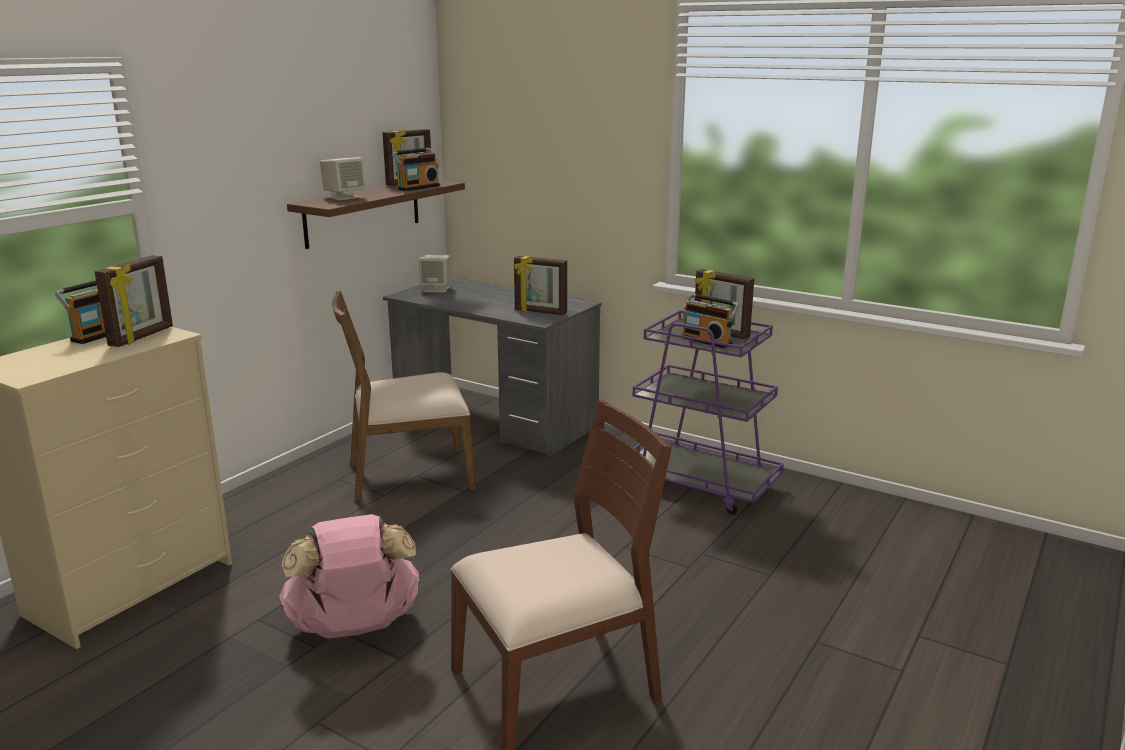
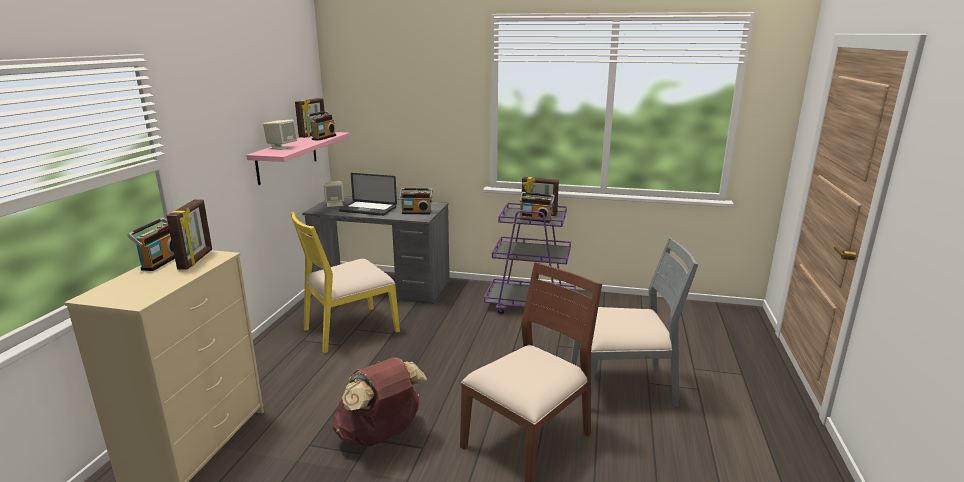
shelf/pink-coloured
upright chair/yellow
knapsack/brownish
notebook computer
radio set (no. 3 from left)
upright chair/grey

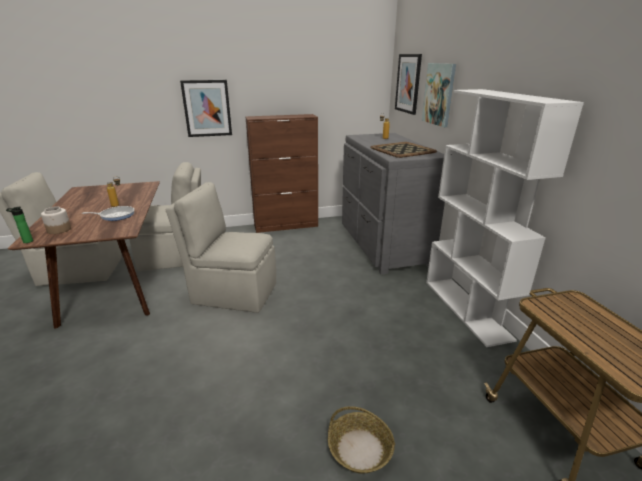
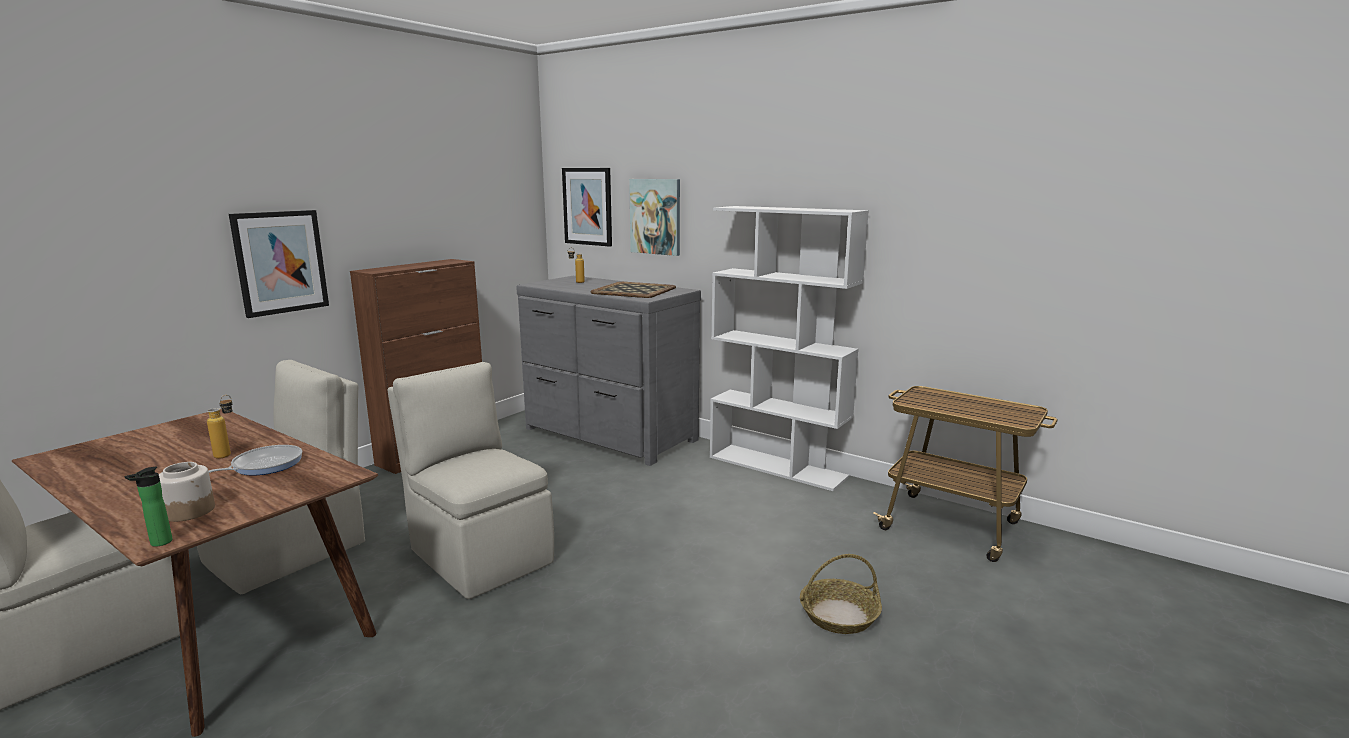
upright chair/beige (no. 3 from left)

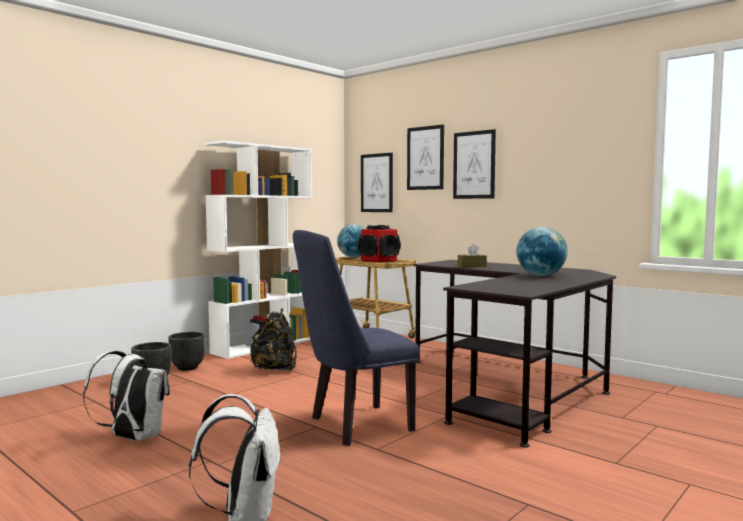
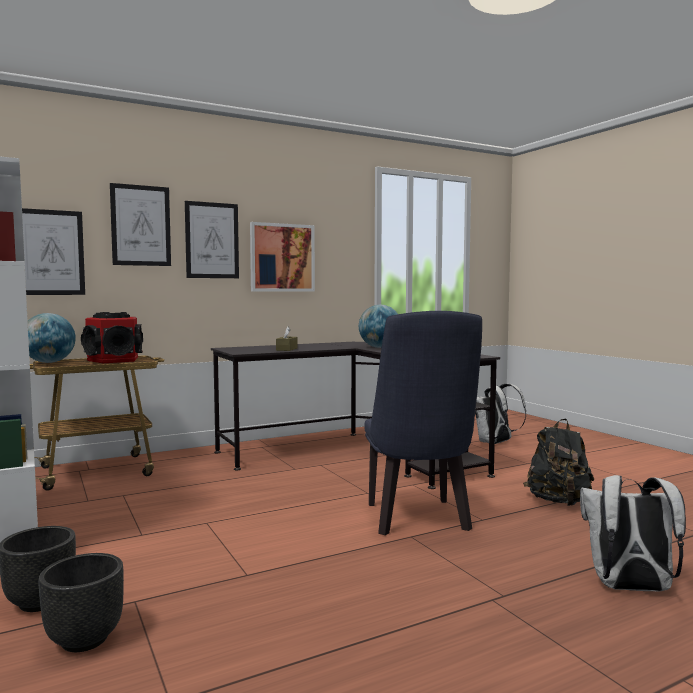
wall picture (no. 4 from left)
knapsack/white (no. 1 from left)
knapsack/black

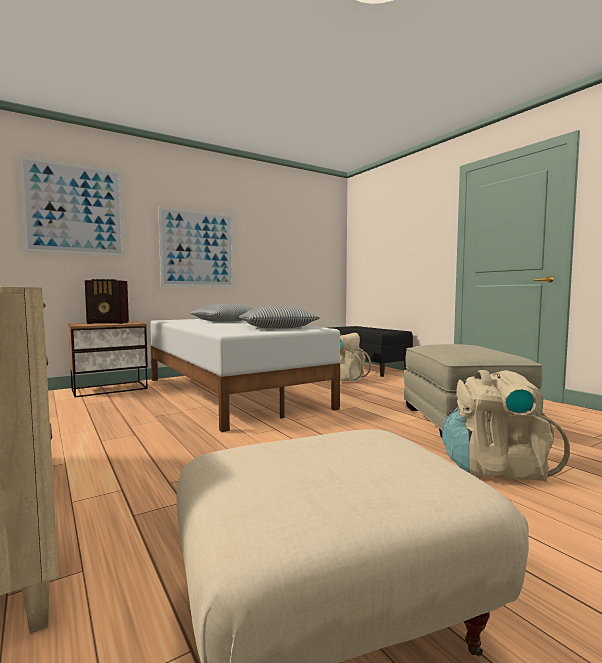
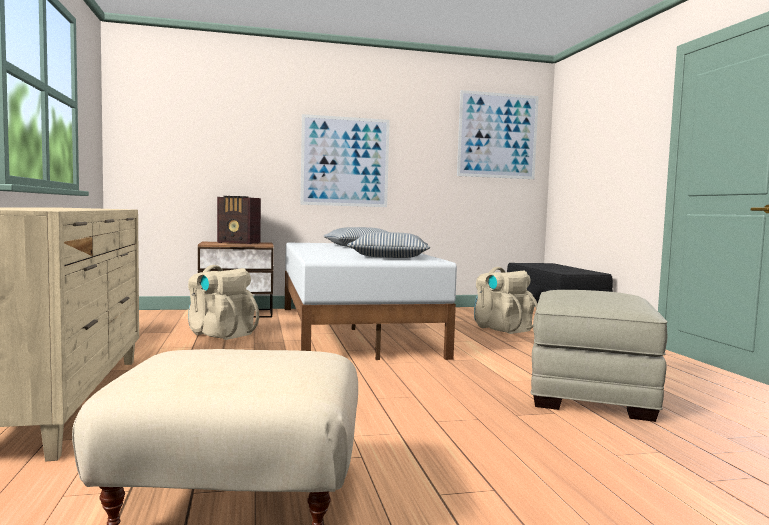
knapsack/beige (no. 1 from left)
wall picture (no. 2 from left)

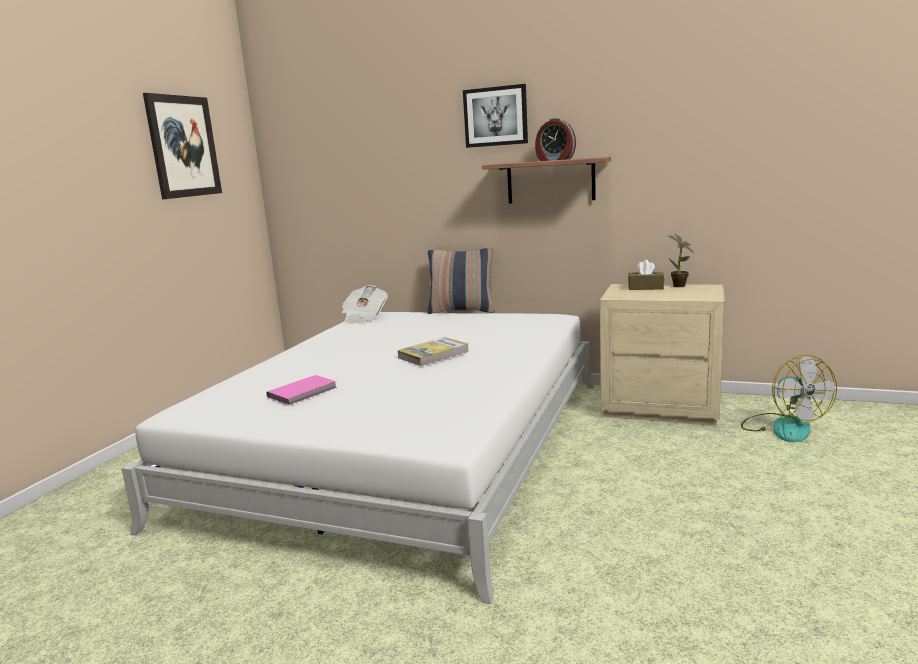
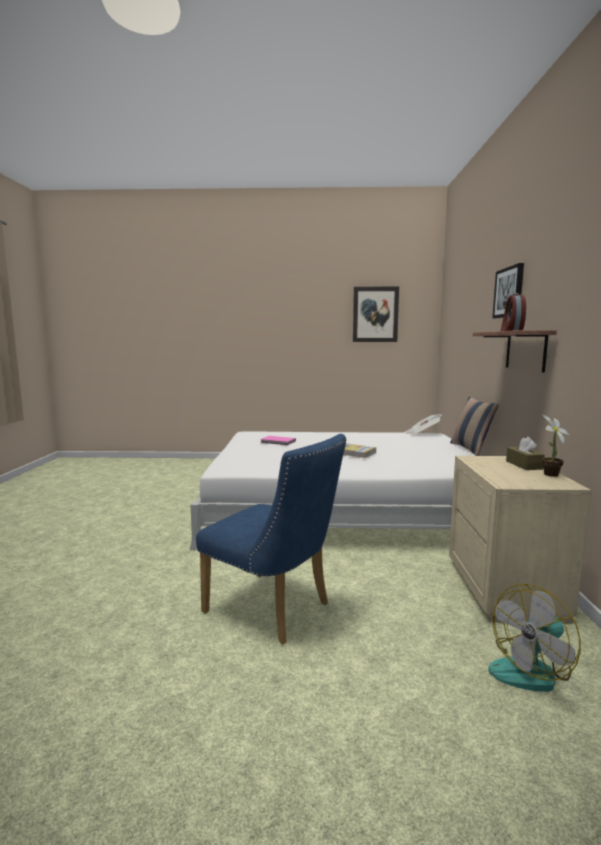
upright chair/bluish

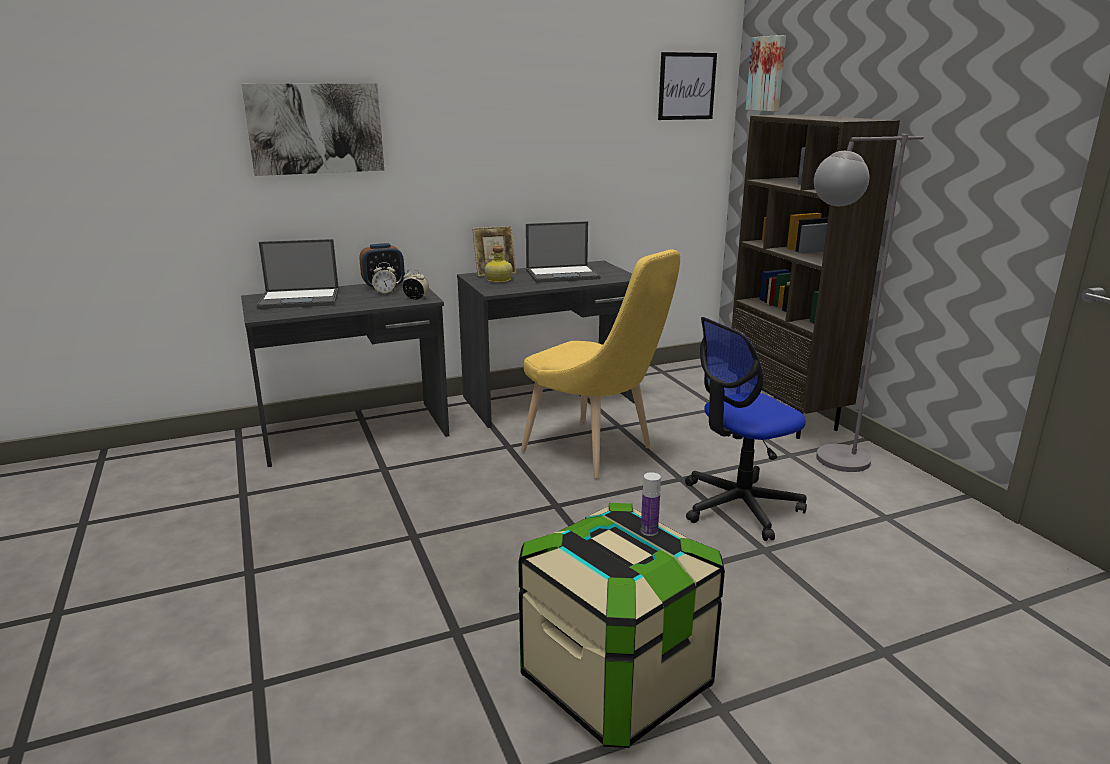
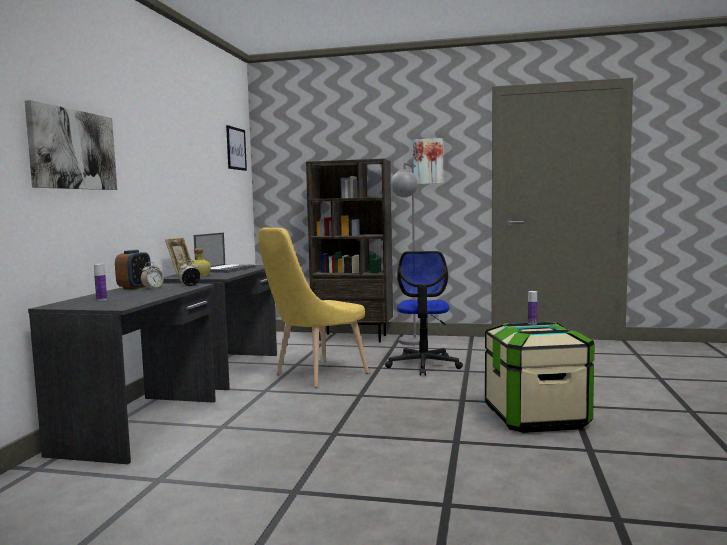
beverage bottle (no. 1 from left)
upright chair/yellow
wall picture (no. 3 from left)

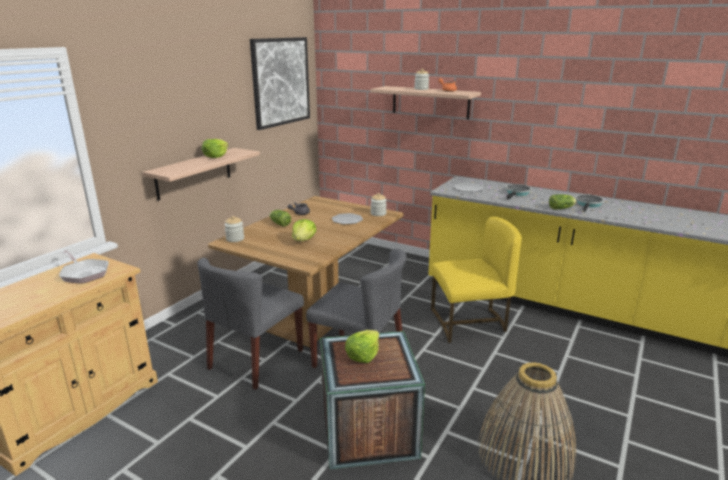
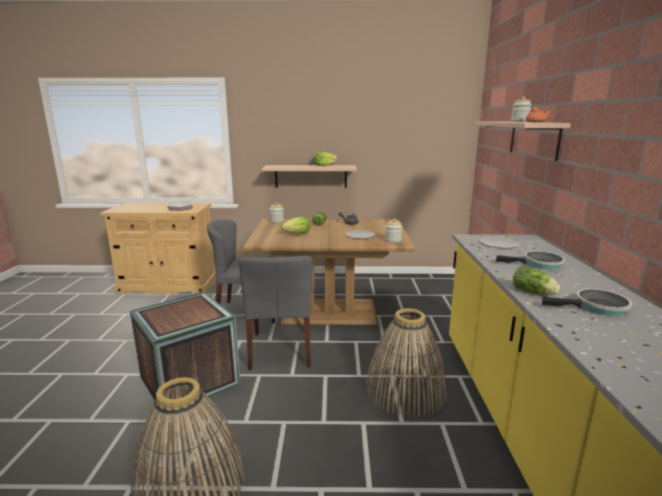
storage basket (no. 2 from left)
wall picture
head of lettuce (no. 4 from left in the first image)

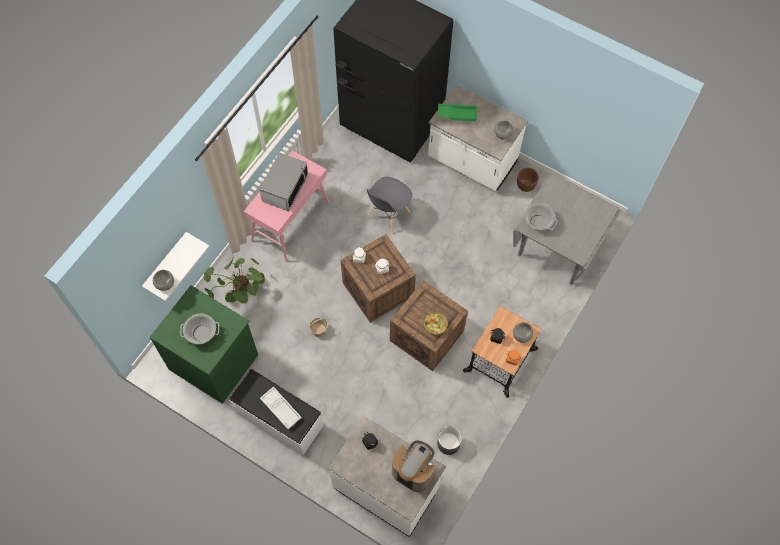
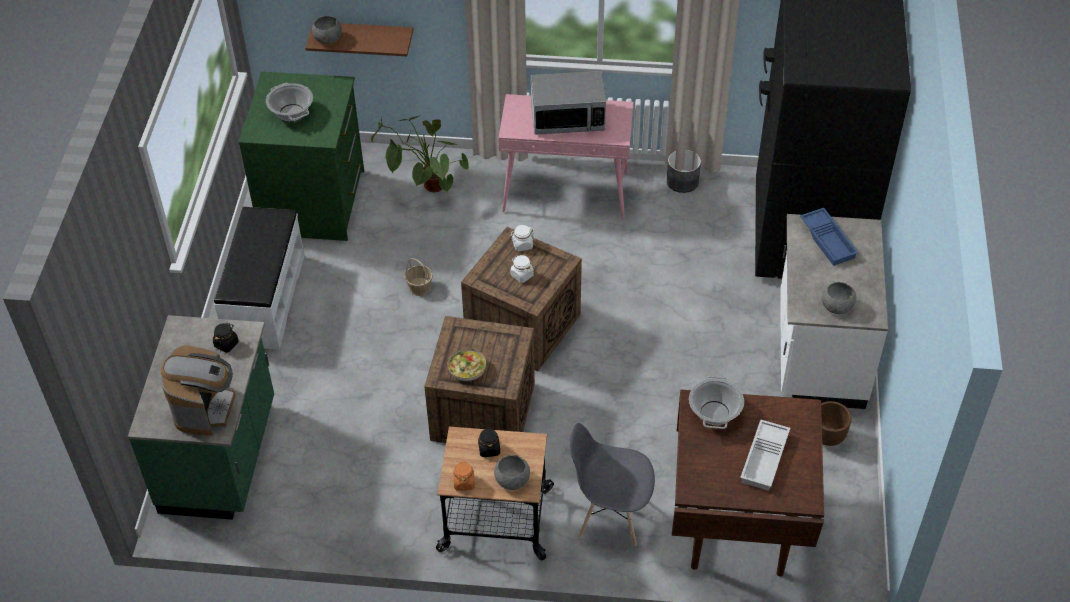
counter/green
shelf/brownish
upright chair/grey
plant pot/grey
kitchen table/brownish
serving tray/white
serving tray/bluish

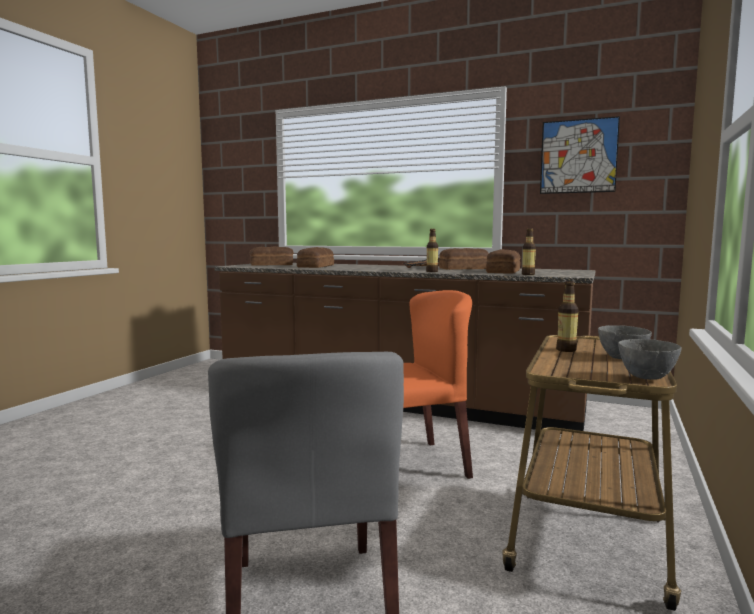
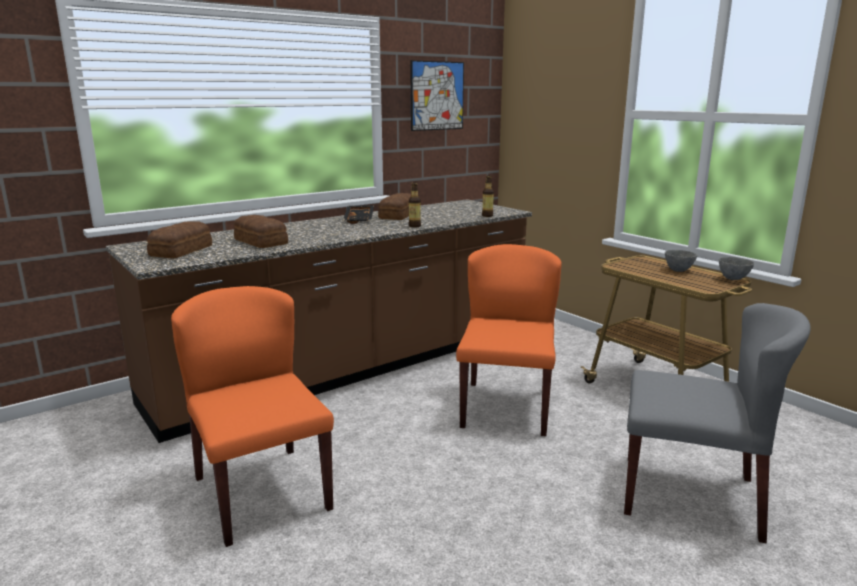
upright chair/orangey (no. 1 from left)
bread (no. 4 from left in the first image)
beverage bottle (no. 3 from left in the first image)

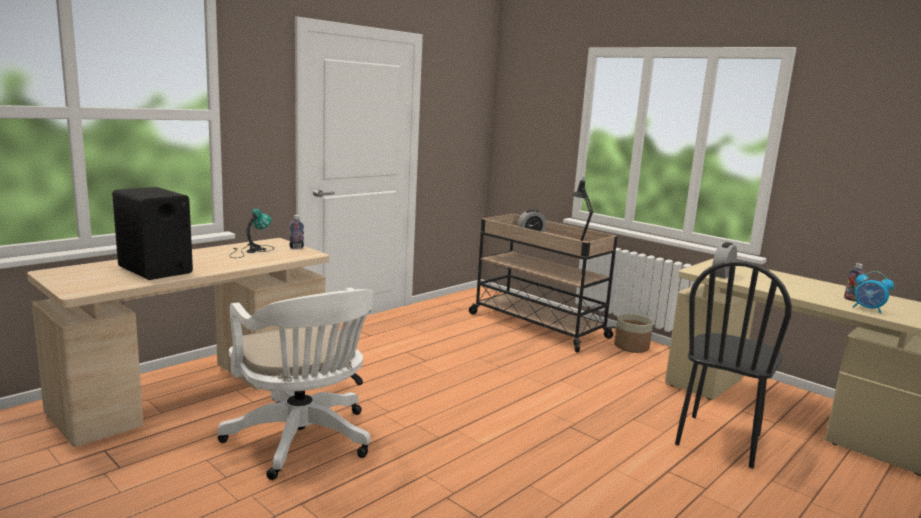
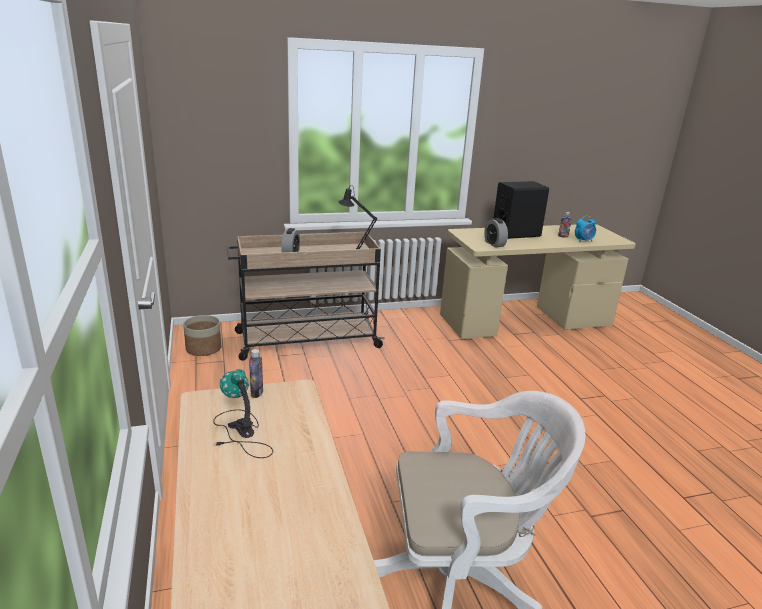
plant pot
speaker/black
upright chair/black

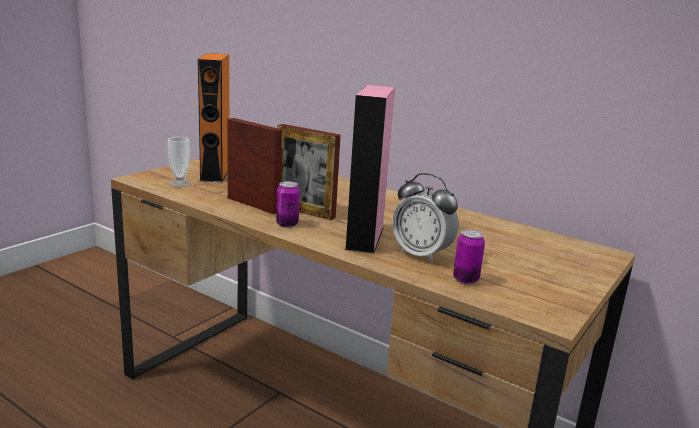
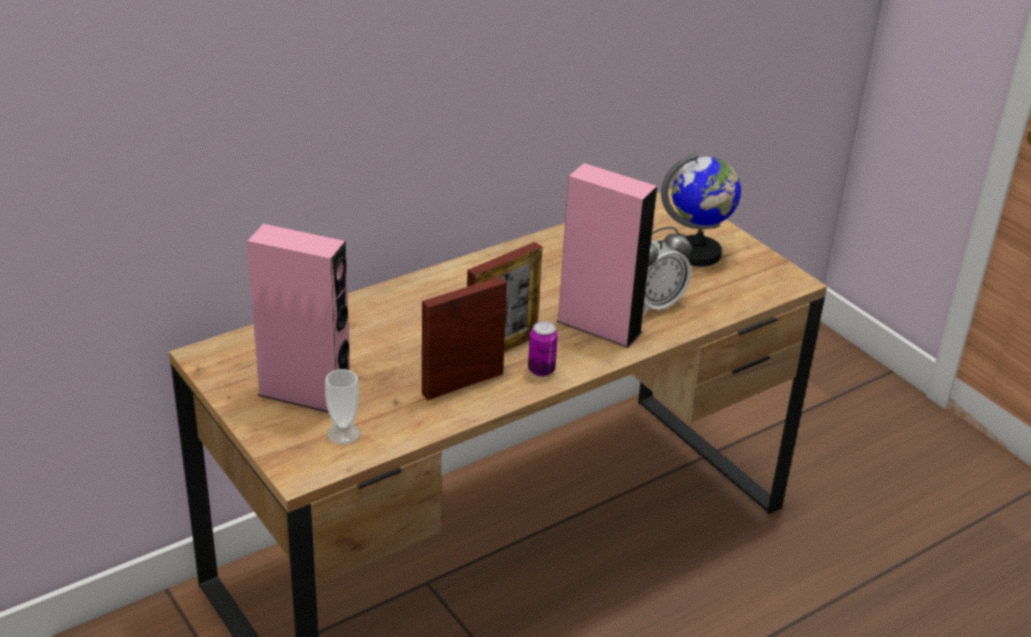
speaker/pink-coloured (no. 1 from left)
world globe
sealed can (no. 2 from left in the first image)

